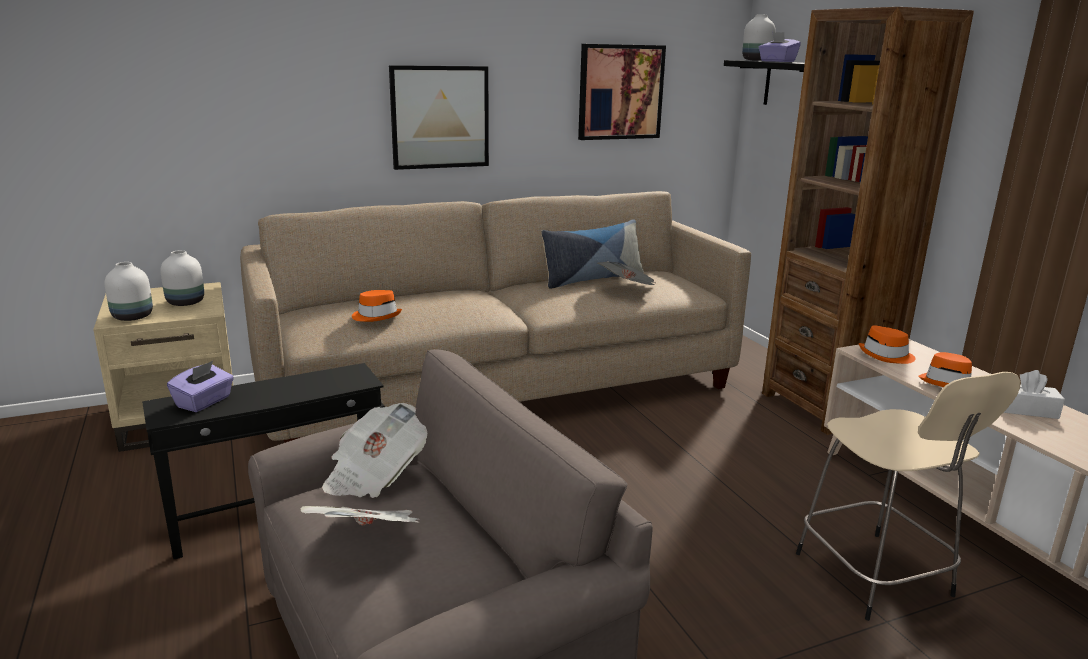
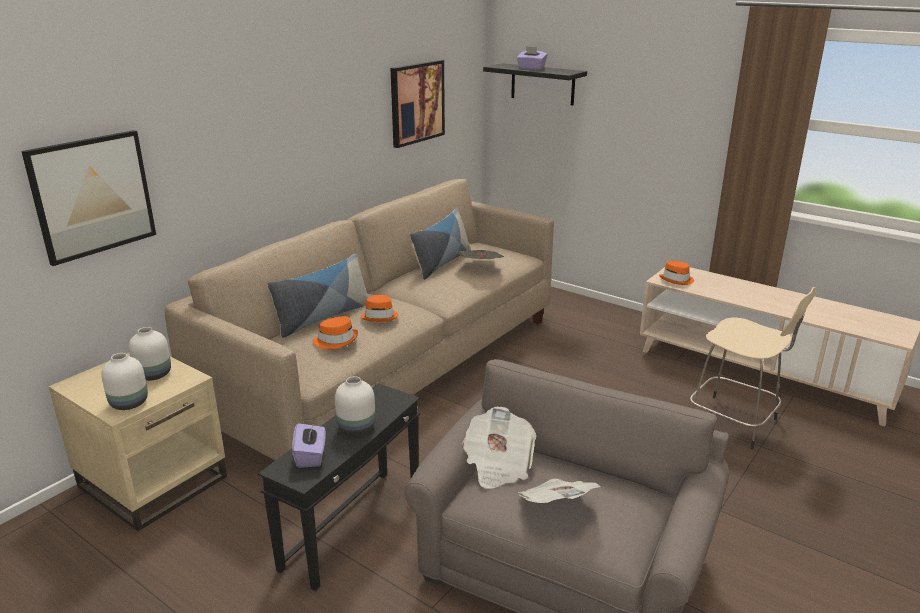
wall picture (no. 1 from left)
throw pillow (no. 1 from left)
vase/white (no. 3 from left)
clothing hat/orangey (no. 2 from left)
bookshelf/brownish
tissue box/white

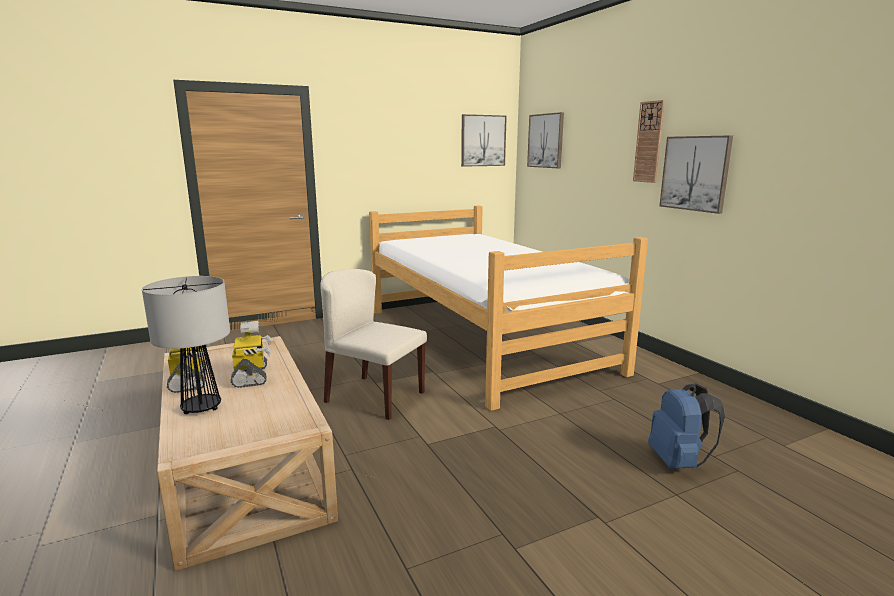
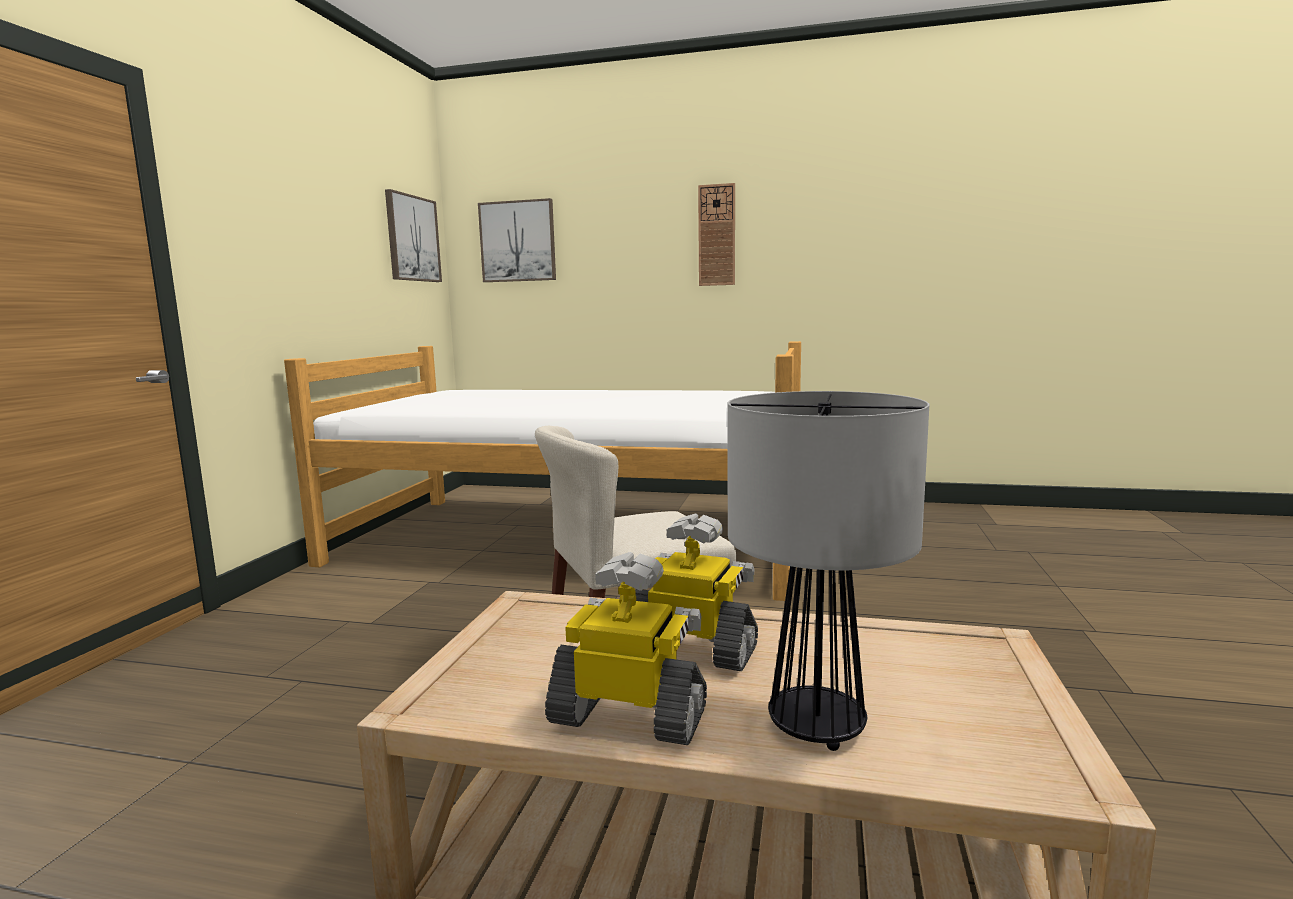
knapsack/bluish
wall picture (no. 3 from left in the first image)

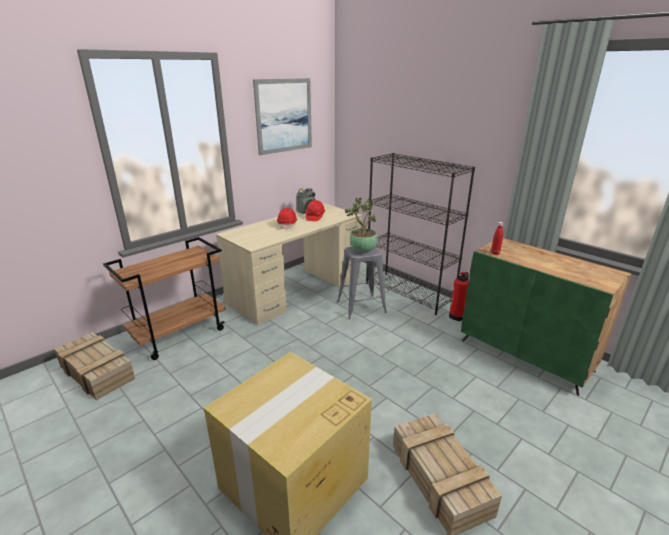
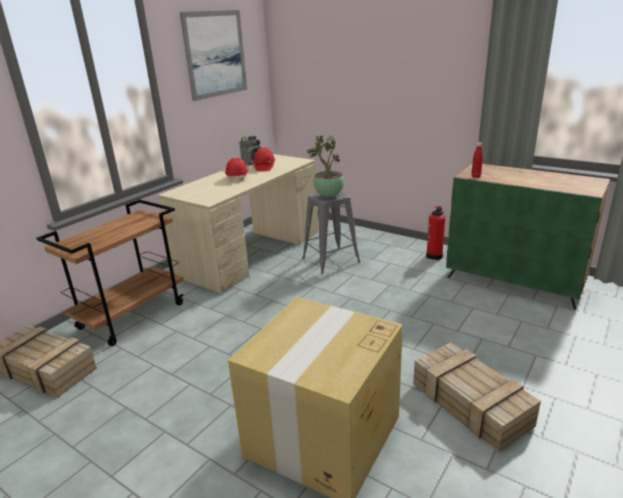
bookshelf/black

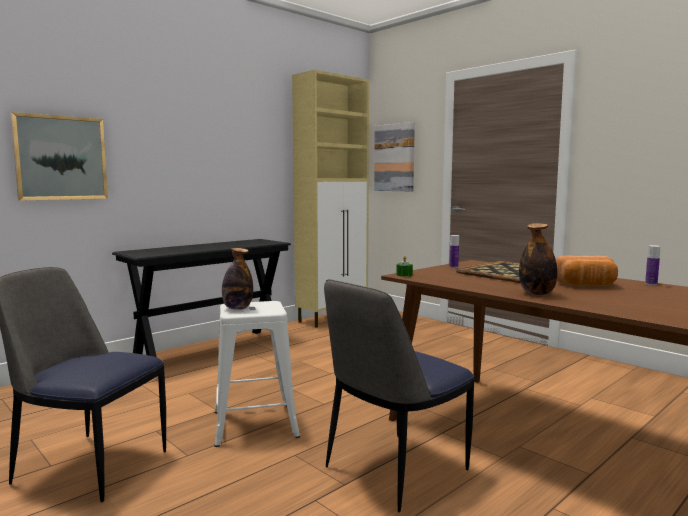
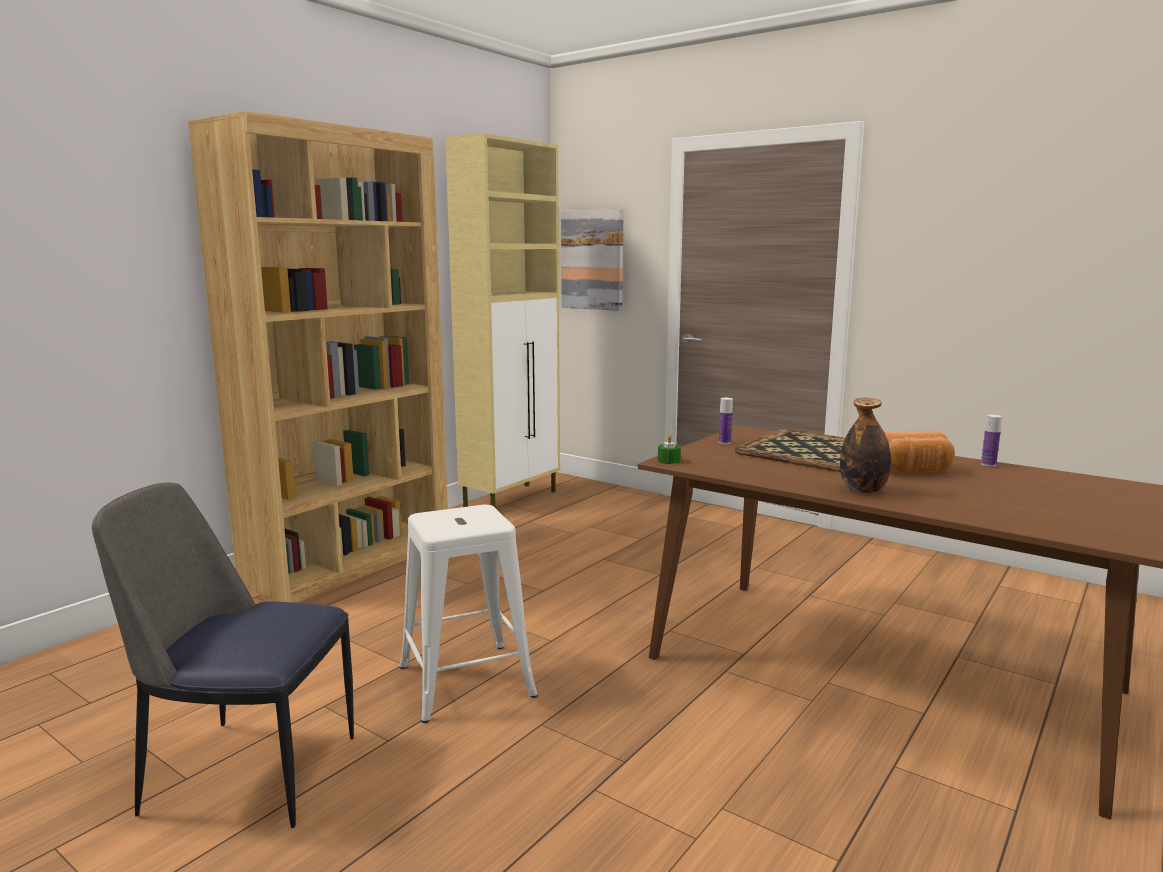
bookshelf/brownish
wall picture (no. 1 from left in the first image)
beverage bottle (no. 1 from left in the first image)
upright chair (no. 2 from left in the first image)

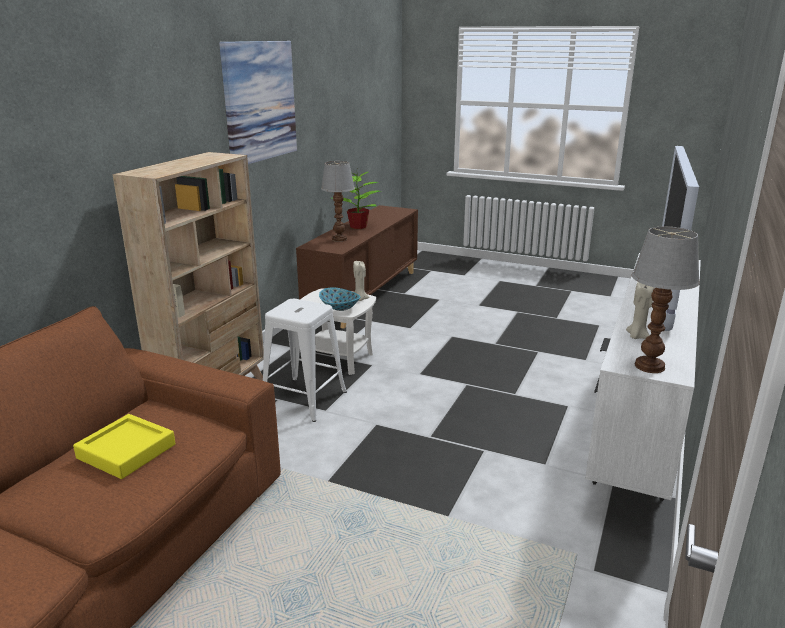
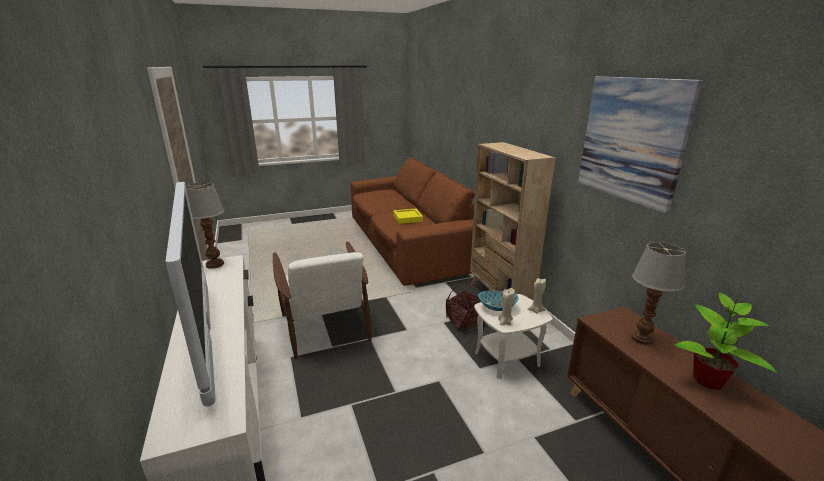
armchair/white
storage basket
wax light/beige (no. 2 from left)

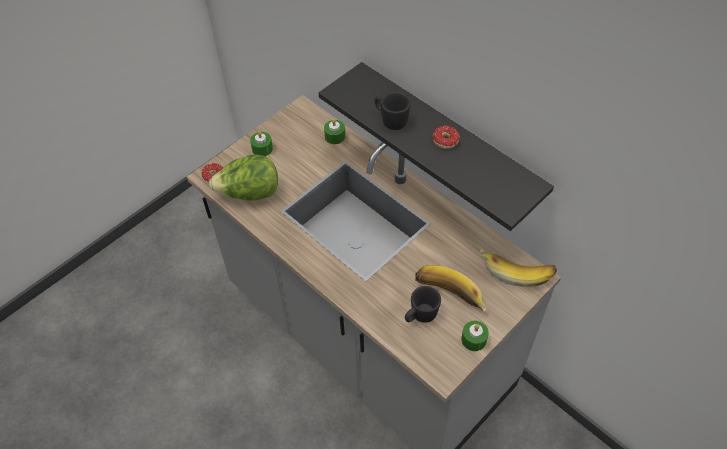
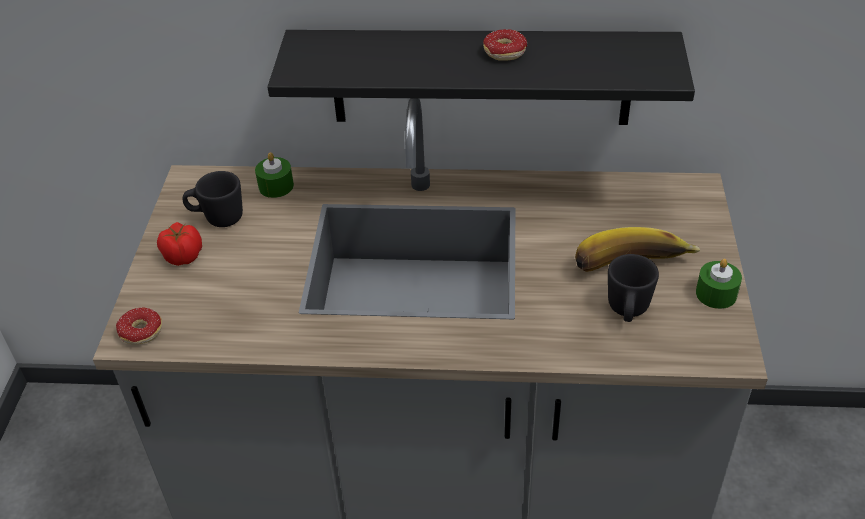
tomato
mug/black (no. 1 from left)
head of lettuce
banana (no. 2 from left in the first image)

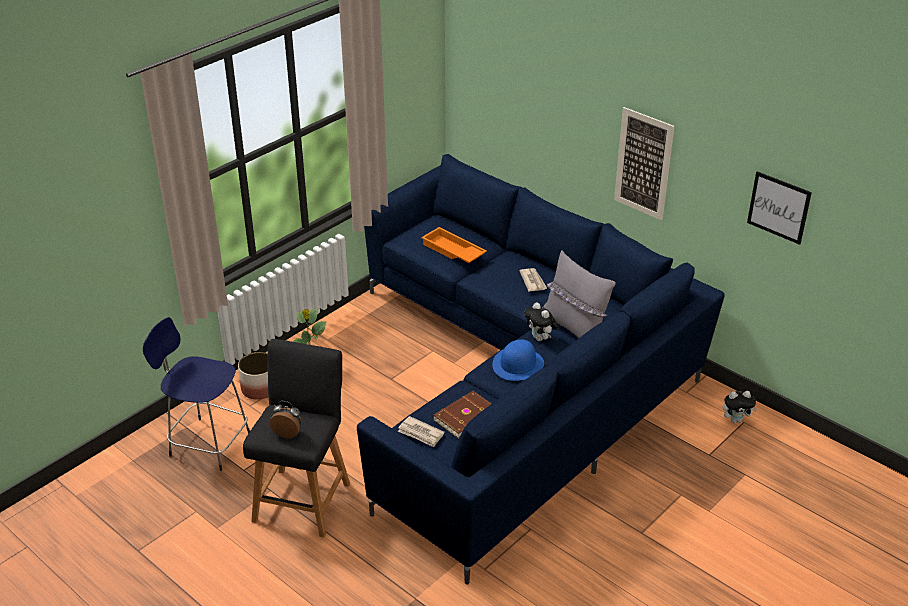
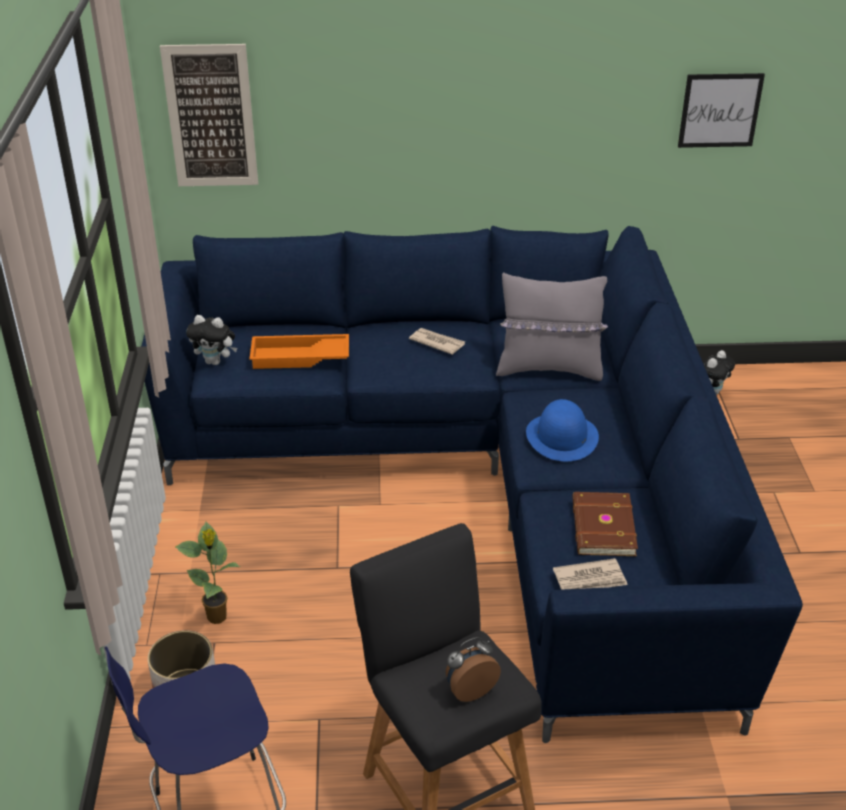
wall picture (no. 1 from left)
soft toy (no. 1 from left)

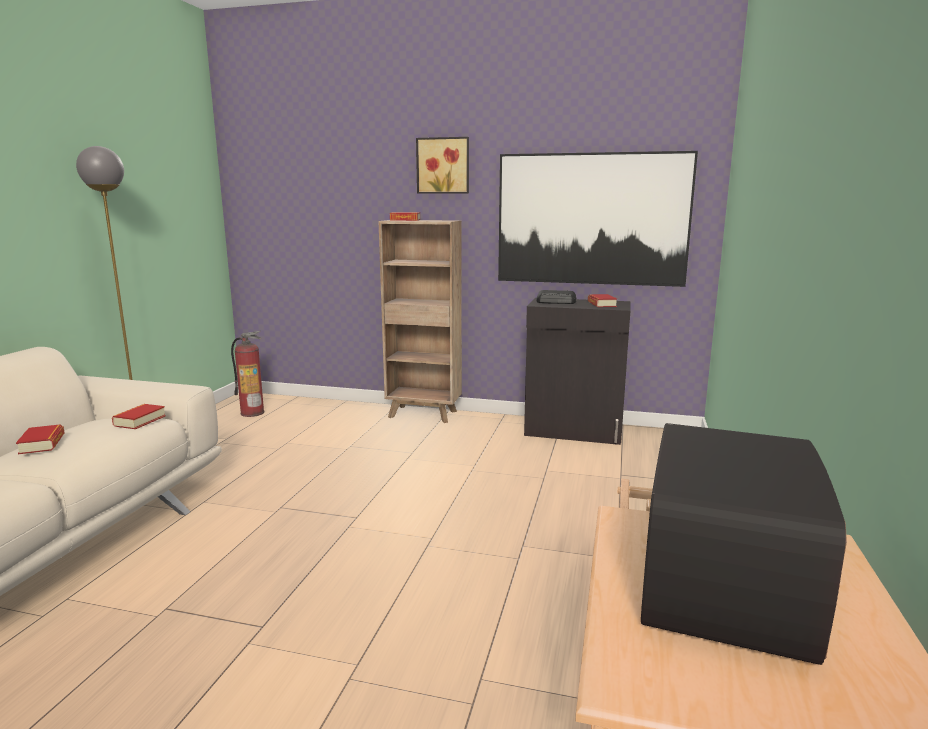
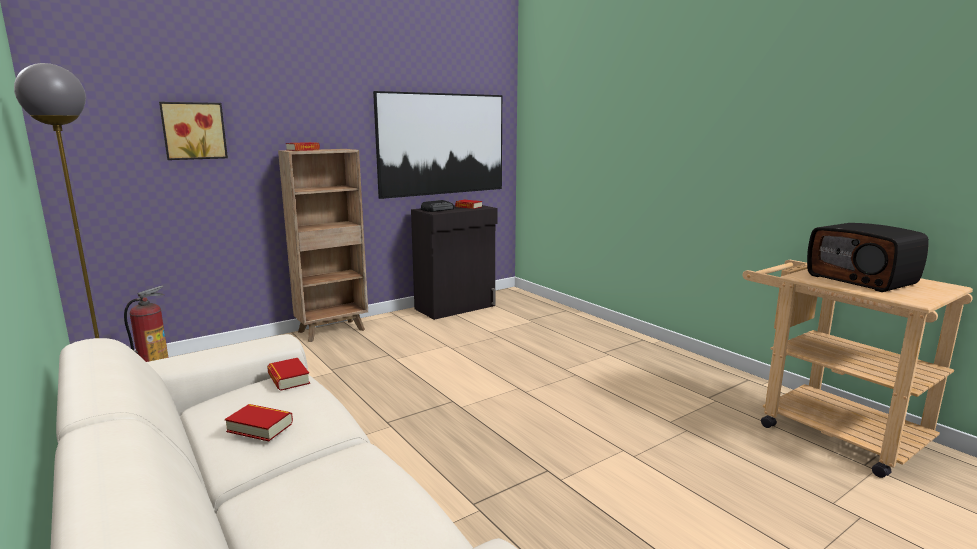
wall picture (no. 1 from left)

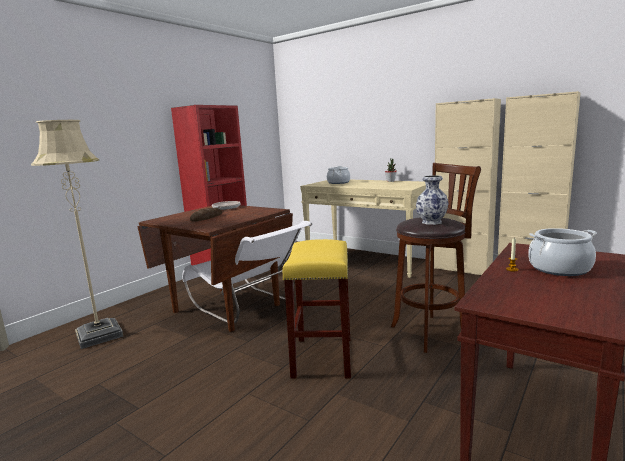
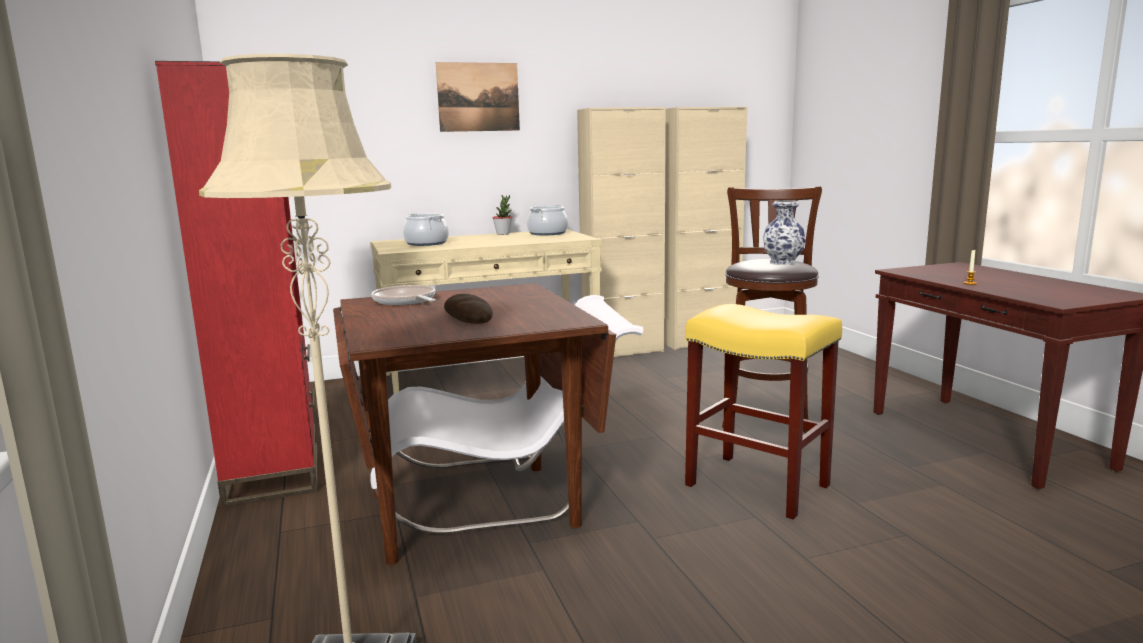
wall picture
saucepot (no. 2 from left)

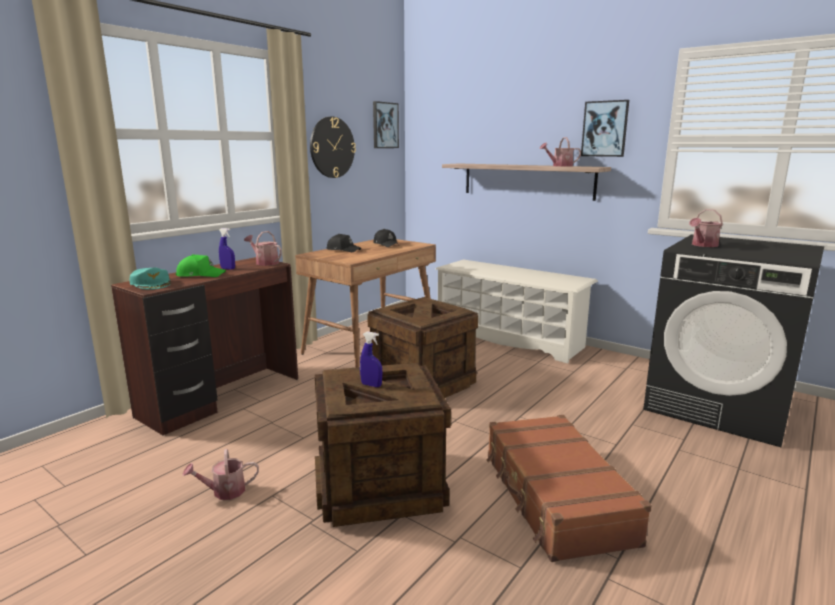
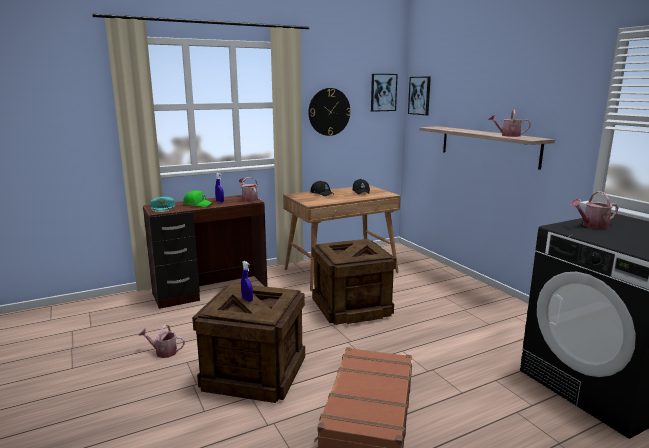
wall picture (no. 2 from left)
shoe stand/white

